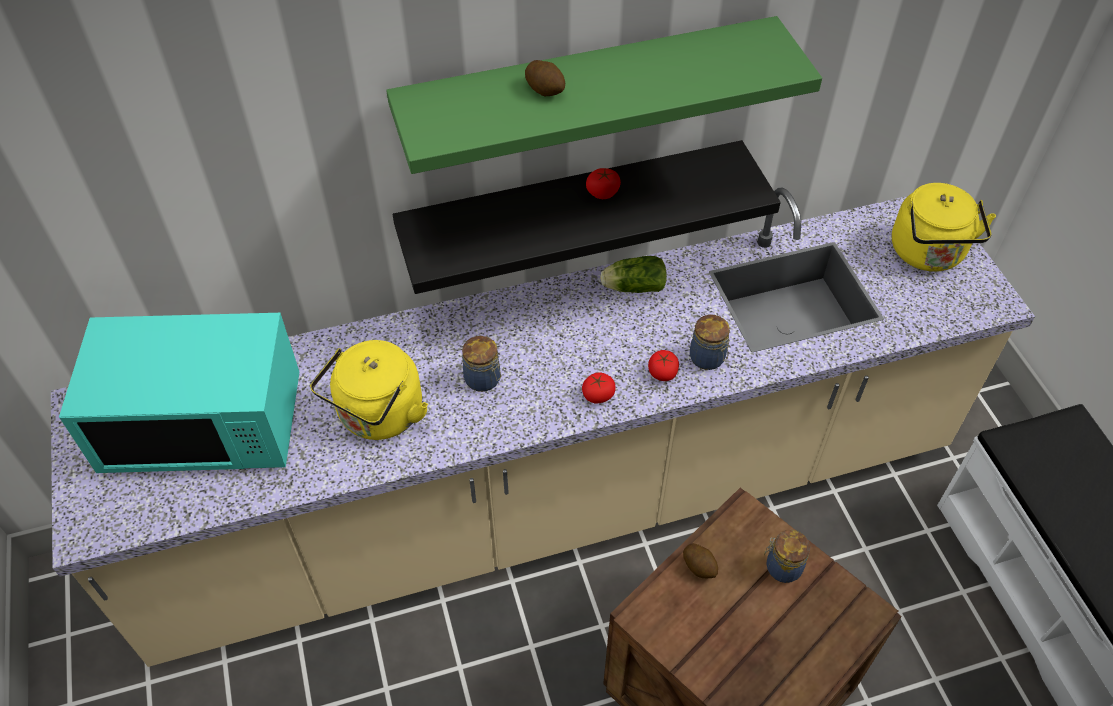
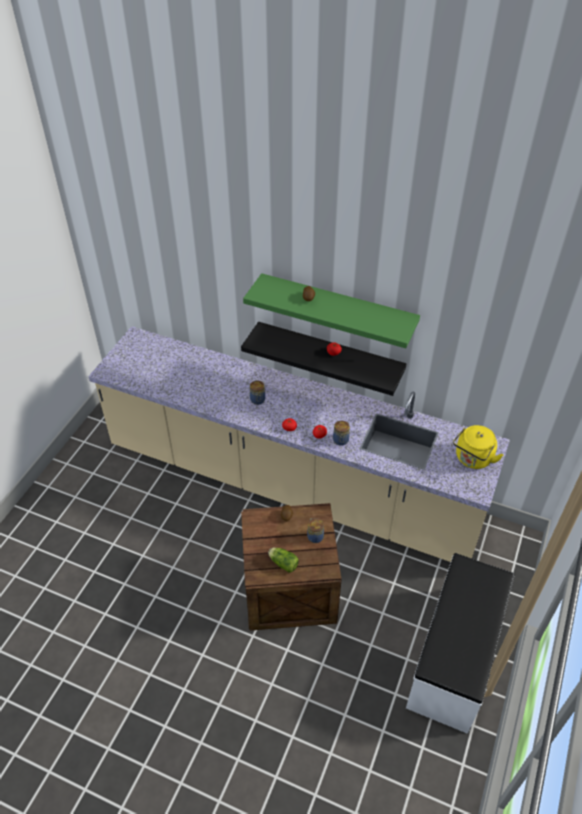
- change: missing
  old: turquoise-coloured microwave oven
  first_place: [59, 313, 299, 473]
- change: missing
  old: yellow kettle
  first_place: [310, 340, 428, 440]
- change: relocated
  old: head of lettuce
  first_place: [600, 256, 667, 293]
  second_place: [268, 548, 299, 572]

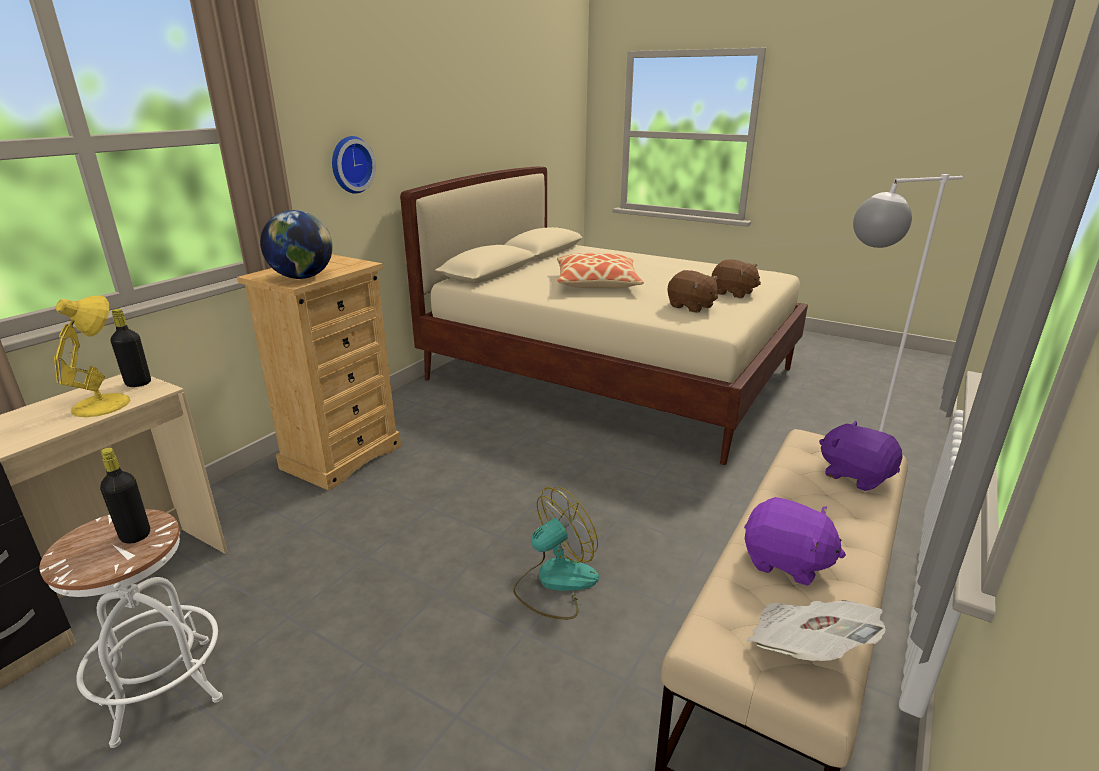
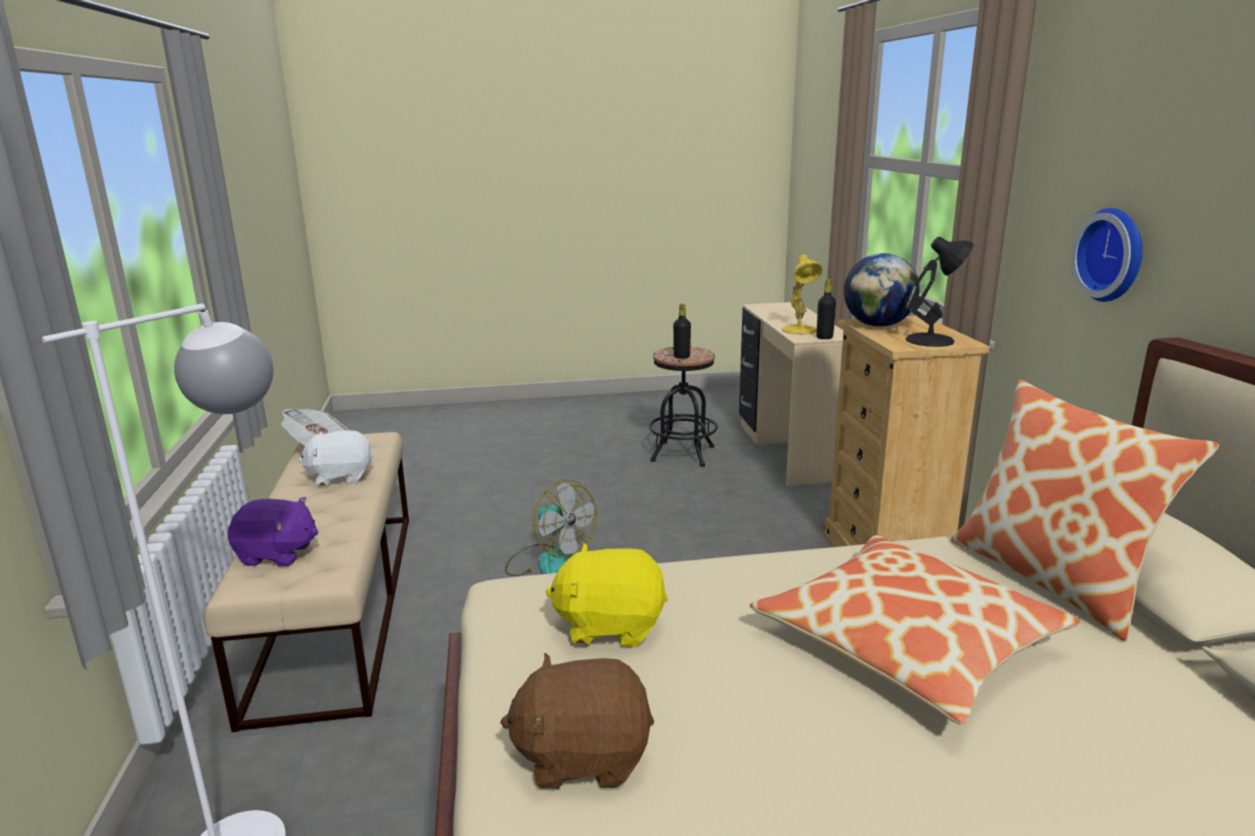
- change: colour
  old: whitish sitting stool
  new: black-coloured sitting stool
  first_place: [39, 509, 223, 748]
  second_place: [649, 347, 718, 467]
- change: spun
  old: electric fan
  first_place: [513, 487, 599, 619]
  second_place: [505, 480, 597, 576]
  degrees: -60
- change: colour
  old: brown plush toy
  new: yellow plush toy
  first_place: [668, 270, 718, 313]
  second_place: [545, 543, 668, 647]
- change: colour
  old: purple plush toy
  new: whitish plush toy
  first_place: [744, 497, 846, 586]
  second_place: [298, 430, 374, 486]
- change: appeared
  new: black-coloured lamp for a table
  second_place: [906, 237, 973, 347]
- change: appeared
  new: cushion
  second_place: [951, 380, 1219, 641]

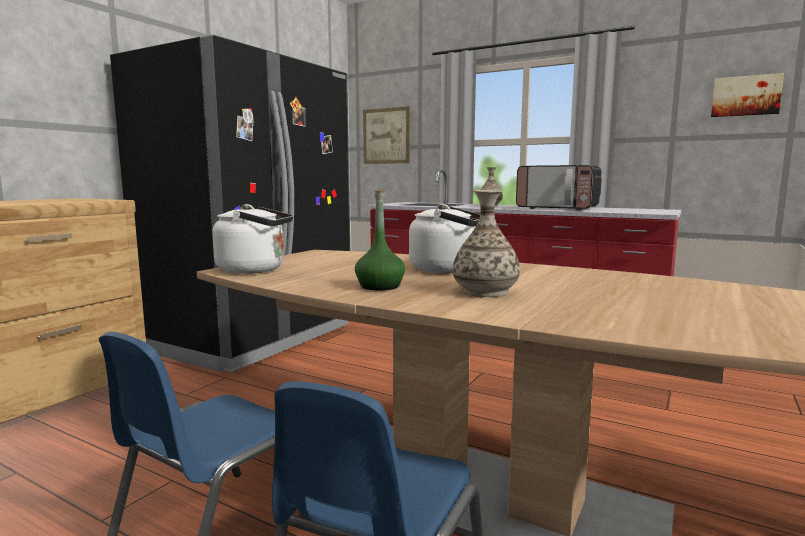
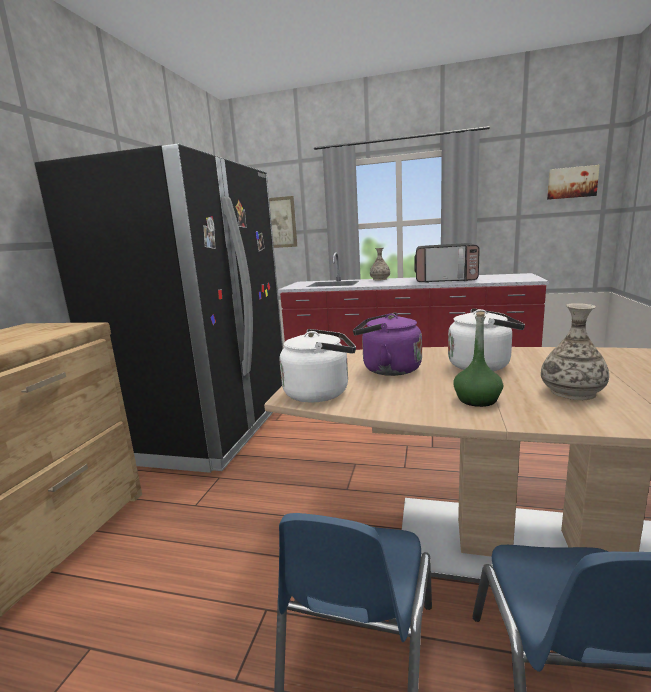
- change: appeared
  new: purple kettle
  second_place: [353, 312, 422, 376]

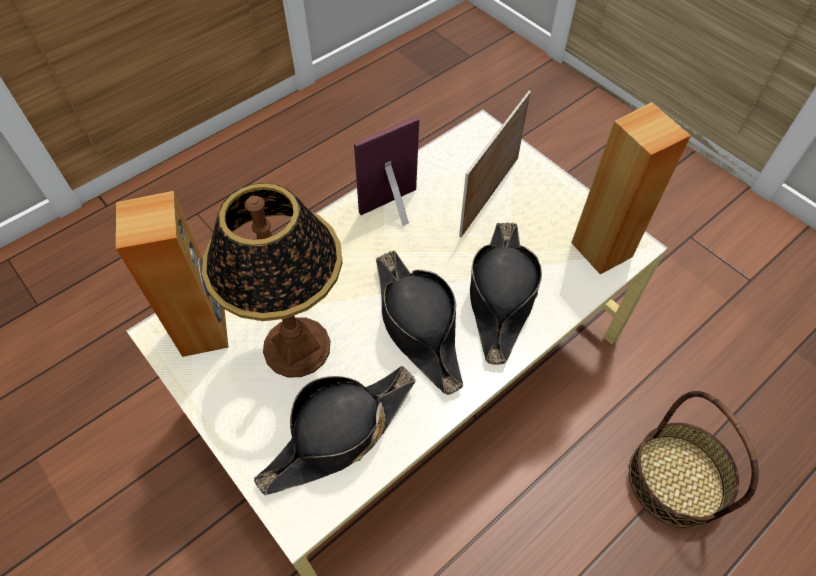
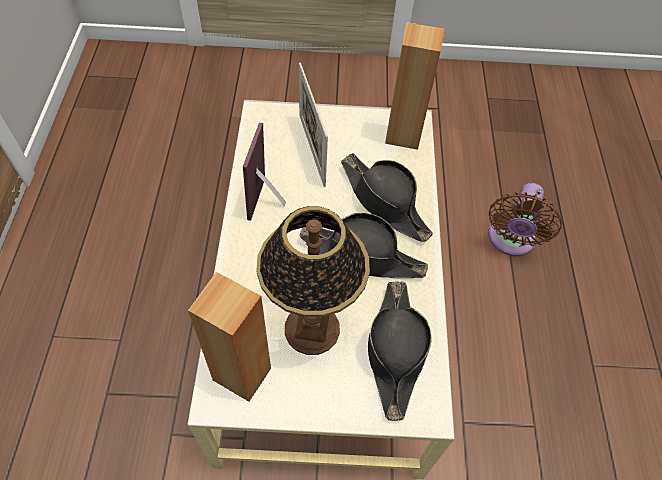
- change: exchanged
  old: household basket
  new: brown electric fan
  first_place: [629, 391, 759, 528]
  second_place: [488, 183, 562, 256]

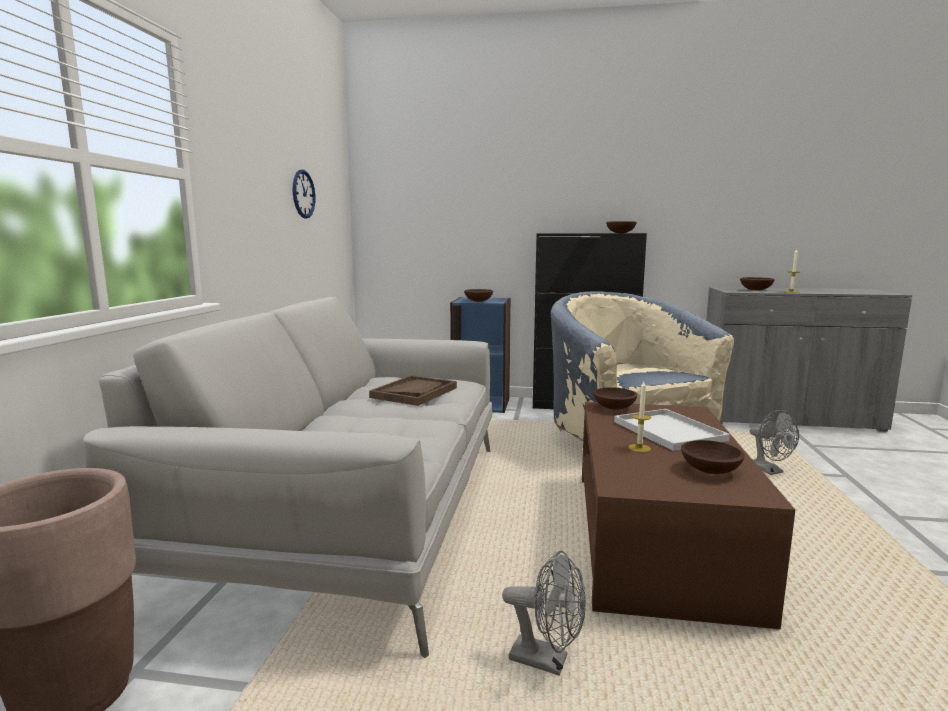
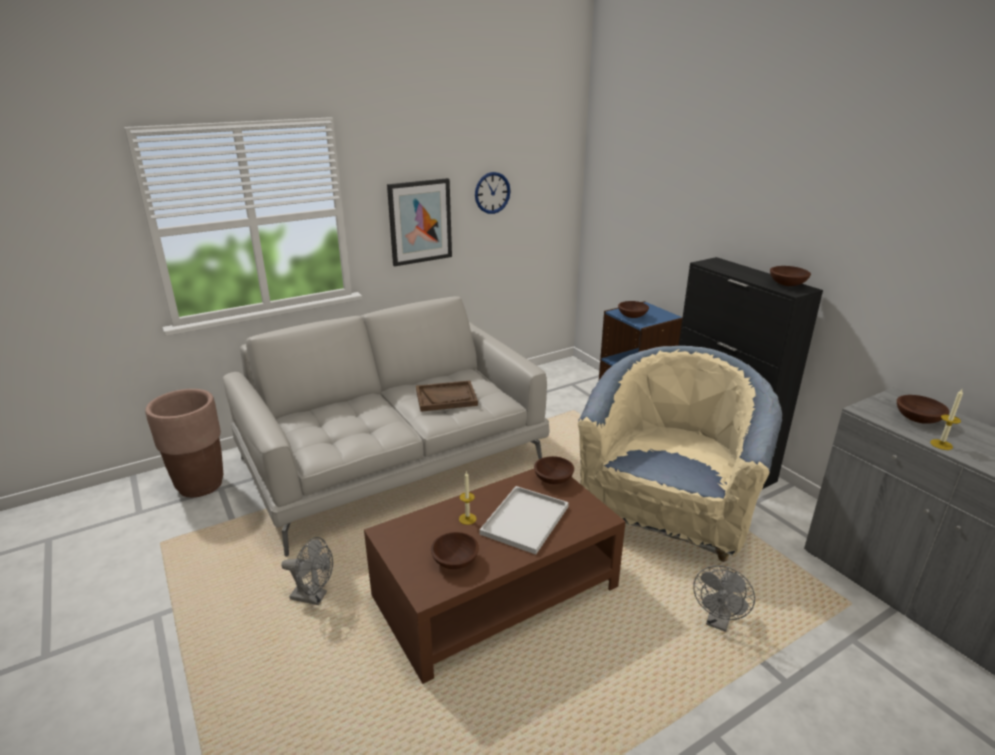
- change: spun
  old: gray electric fan
  first_place: [502, 551, 586, 676]
  second_place: [281, 537, 333, 605]
  degrees: -60
- change: appeared
  new: wall picture
  second_place: [387, 178, 452, 266]

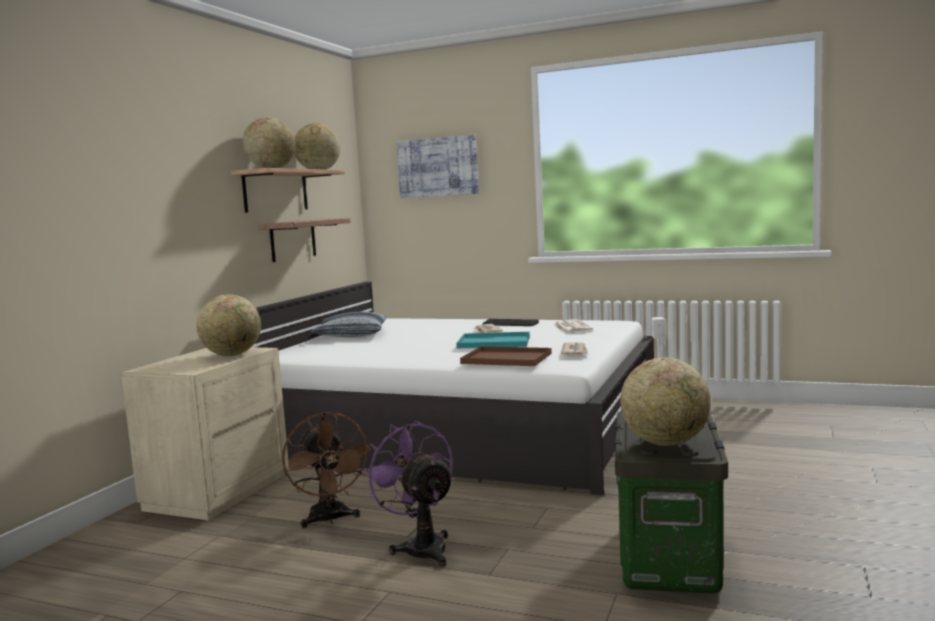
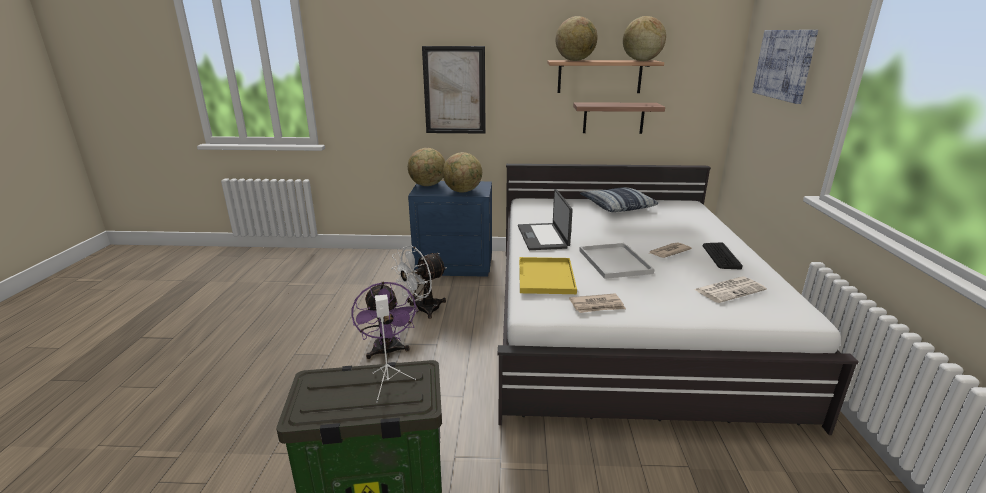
- change: colour
  old: sand-coloured bedside table
  new: blue bedside table
  first_place: [121, 347, 289, 520]
  second_place: [408, 181, 492, 277]
- change: colour
  old: brown electric fan
  new: whitish electric fan
  first_place: [282, 412, 371, 528]
  second_place: [391, 245, 447, 319]
- change: spun
  old: purple electric fan
  first_place: [362, 421, 454, 566]
  second_place: [352, 282, 418, 359]
  degrees: 120
- change: colour
  old: turquoise-coloured serving tray
  new: whitish serving tray
  first_place: [456, 332, 530, 348]
  second_place: [579, 243, 654, 279]
- change: colour
  old: brown serving tray
  new: yellow serving tray
  first_place: [460, 346, 552, 366]
  second_place: [519, 257, 577, 294]
- change: relocated
  old: globe
  first_place: [620, 357, 711, 446]
  second_place: [408, 148, 445, 186]
- change: appeared
  new: wall picture
  second_place: [422, 46, 485, 134]
- change: appeared
  new: laptop
  second_place: [518, 189, 573, 250]

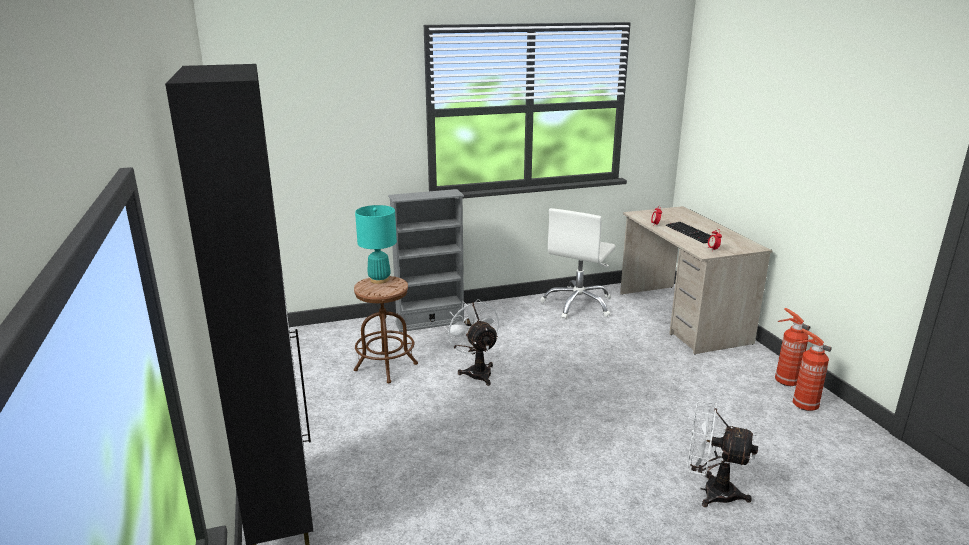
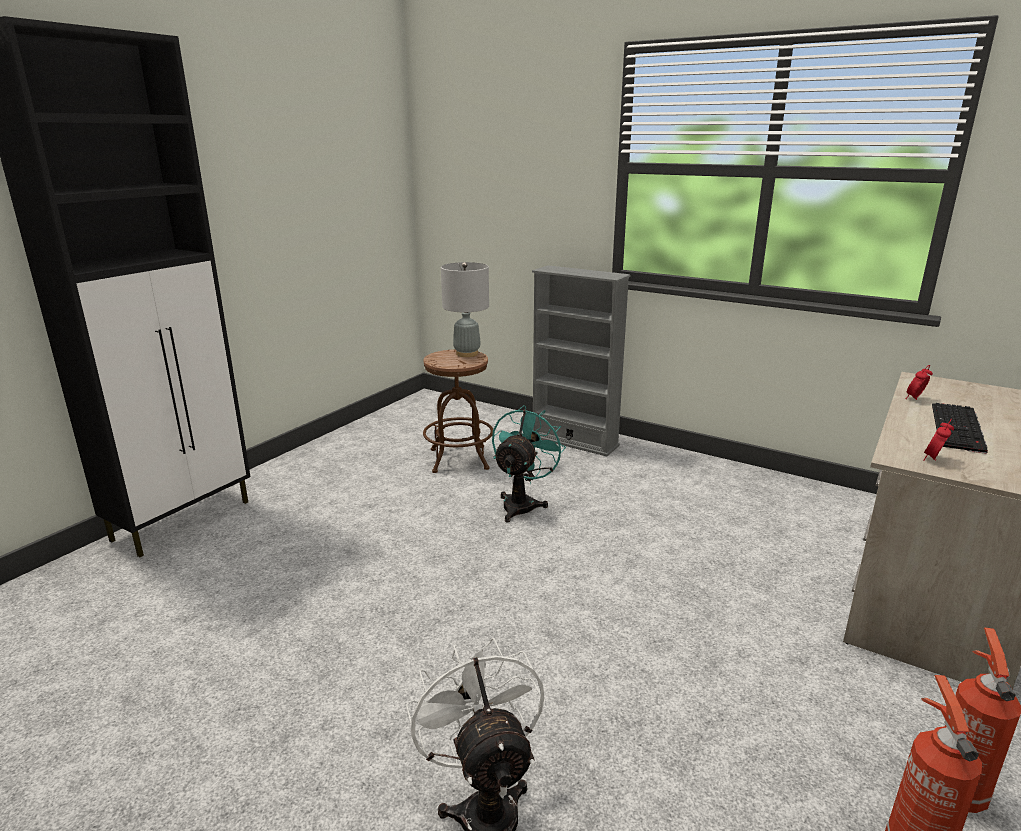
- change: colour
  old: turquoise-coloured lamp for a table
  new: gray lamp for a table
  first_place: [355, 205, 397, 284]
  second_place: [441, 262, 489, 357]
- change: colour
  old: whitish electric fan
  new: turquoise-coloured electric fan
  first_place: [444, 299, 499, 386]
  second_place: [492, 405, 566, 522]
- change: missing
  old: whitish desk chair
  first_place: [540, 208, 616, 319]

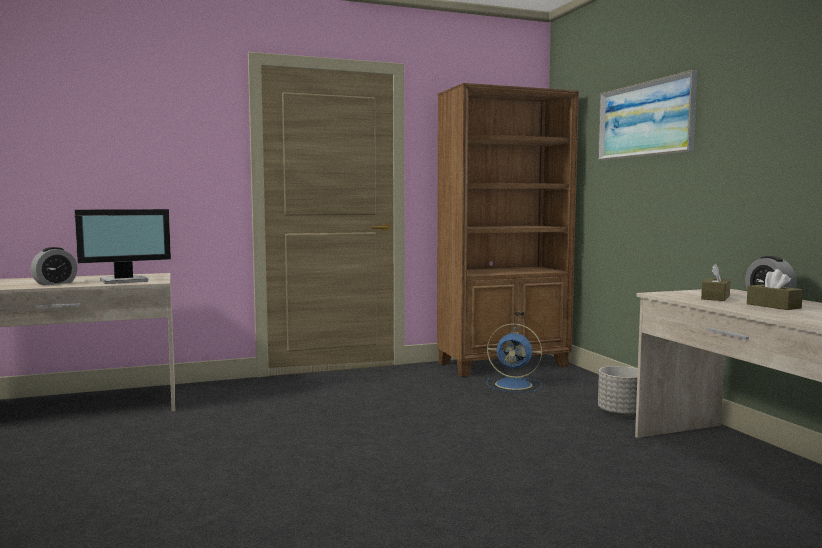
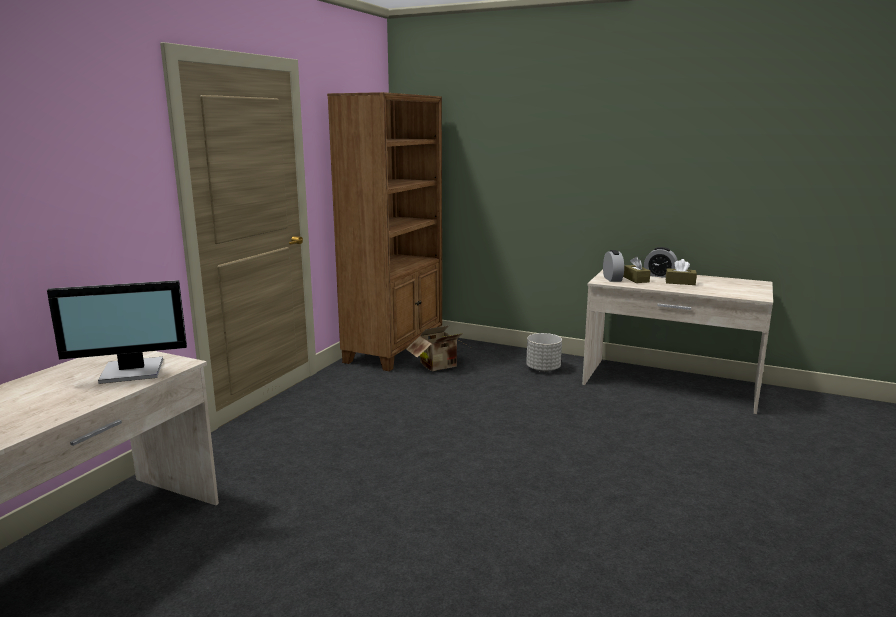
- change: relocated
  old: table clock
  first_place: [31, 247, 78, 285]
  second_place: [603, 250, 624, 282]
- change: spun
  old: computer display
  first_place: [74, 209, 171, 284]
  second_place: [47, 280, 187, 384]
  degrees: 60
- change: exchanged
  old: blue electric fan
  new: carton
  first_place: [487, 323, 542, 392]
  second_place: [406, 325, 468, 371]
- change: missing
  old: wall picture
  first_place: [598, 70, 697, 160]

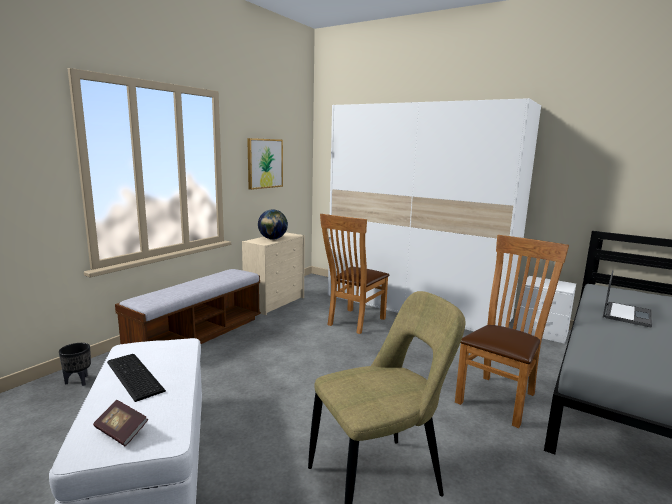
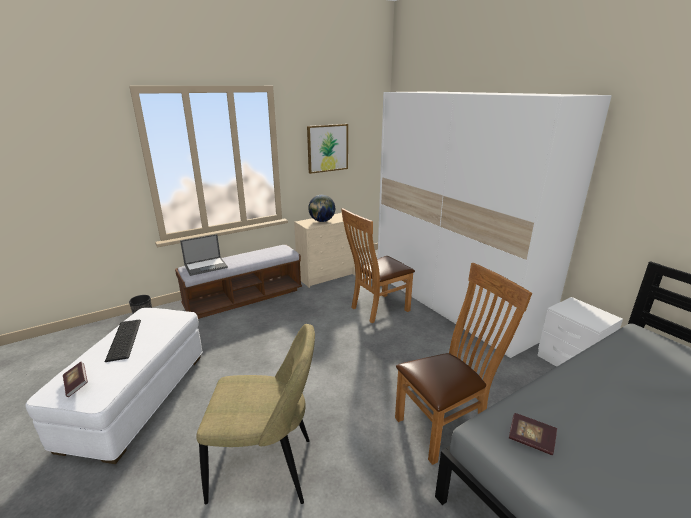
- change: relocated
  old: laptop
  first_place: [603, 270, 652, 328]
  second_place: [180, 234, 228, 276]
- change: appeared
  new: bound book
  second_place: [509, 413, 557, 455]

